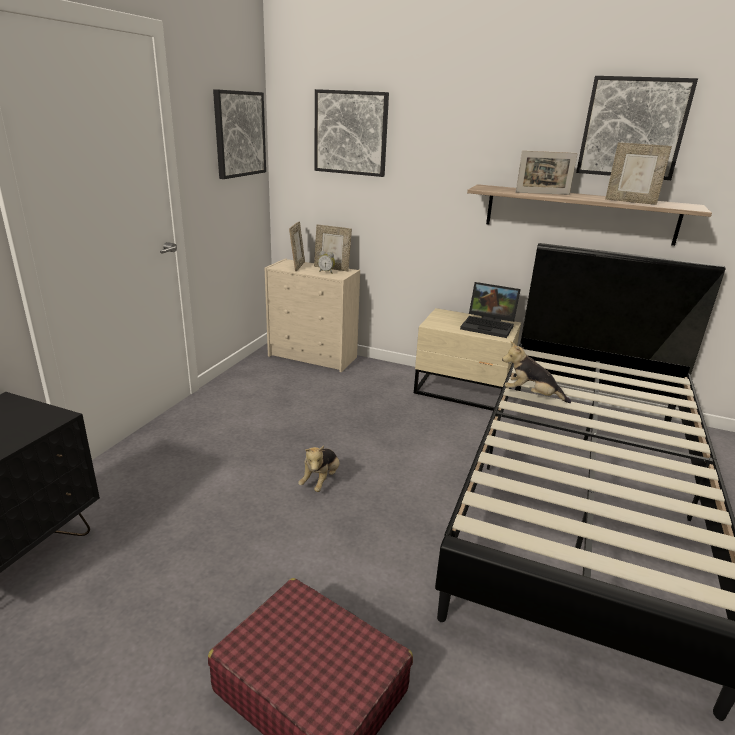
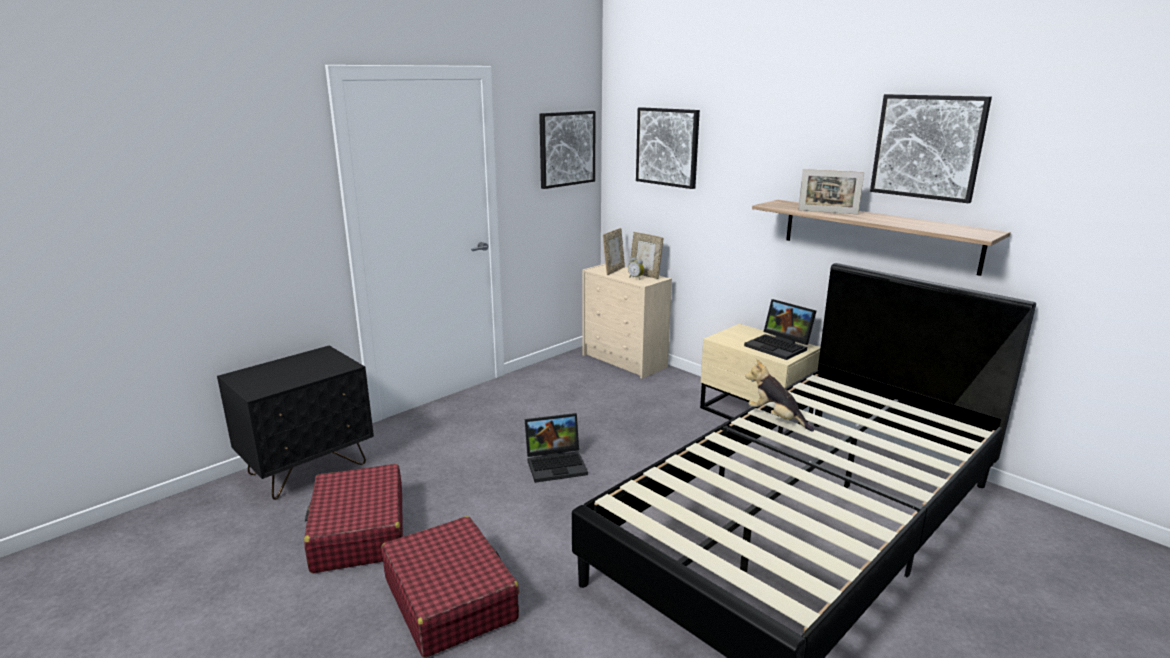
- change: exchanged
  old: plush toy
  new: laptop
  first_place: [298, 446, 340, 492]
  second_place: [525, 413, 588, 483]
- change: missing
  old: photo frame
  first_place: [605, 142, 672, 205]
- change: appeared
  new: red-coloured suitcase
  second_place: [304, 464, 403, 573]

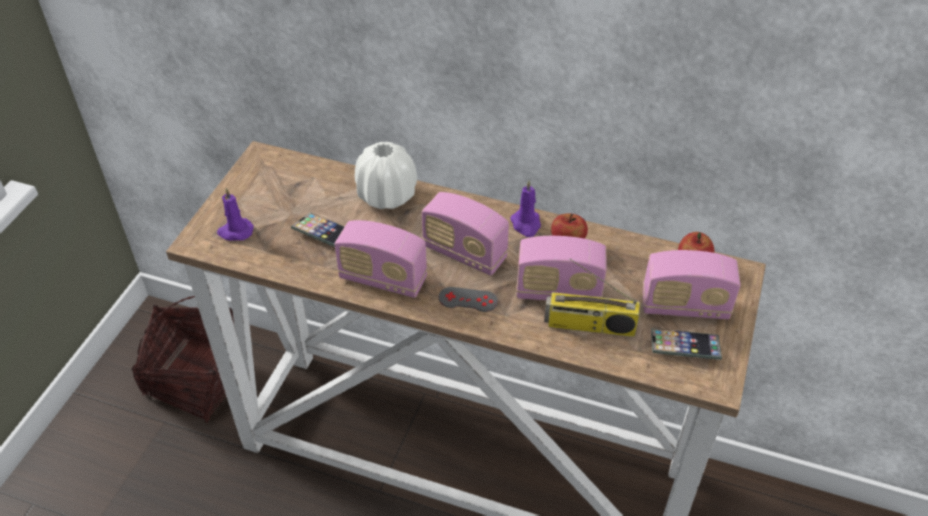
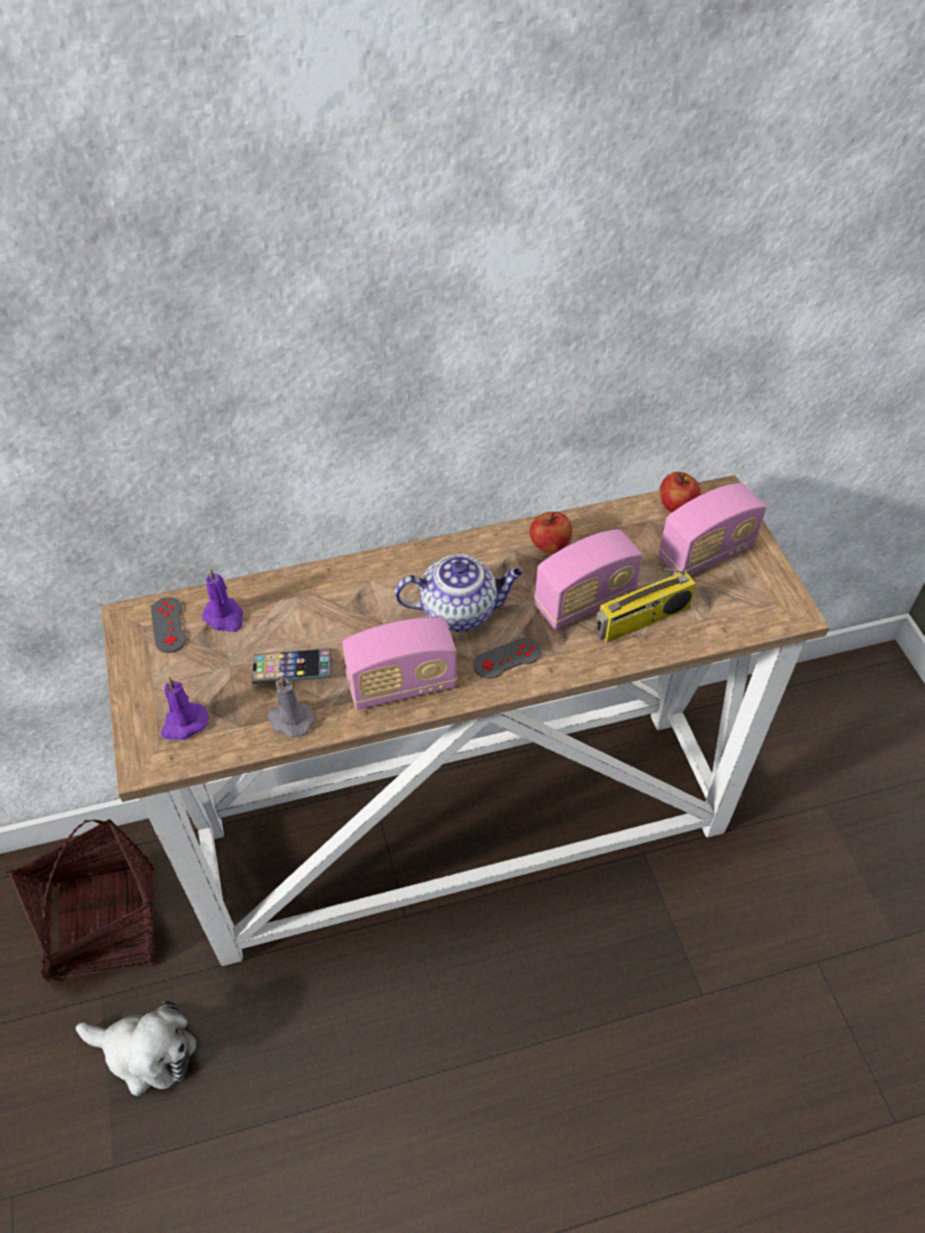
- change: missing
  old: whitish decorative vase
  first_place: [355, 142, 417, 209]
- change: exchanged
  old: radio set
  new: teapot
  first_place: [422, 192, 509, 276]
  second_place: [395, 554, 523, 632]
- change: relocated
  old: purple candle
  first_place: [510, 180, 541, 237]
  second_place: [202, 568, 243, 632]
- change: missing
  old: handset
  first_place: [651, 328, 722, 360]
- change: appeared
  new: plush toy
  second_place: [76, 1000, 197, 1096]
- change: appeared
  new: gray joypad
  second_place: [151, 597, 187, 653]
- change: appeared
  new: gray candle
  second_place: [268, 675, 315, 738]

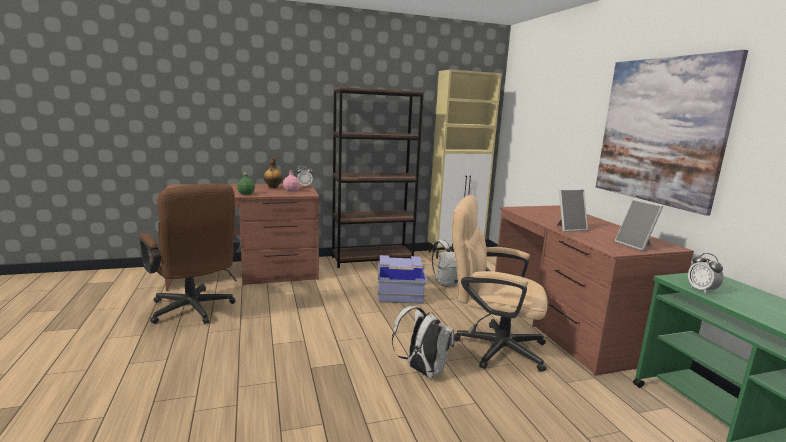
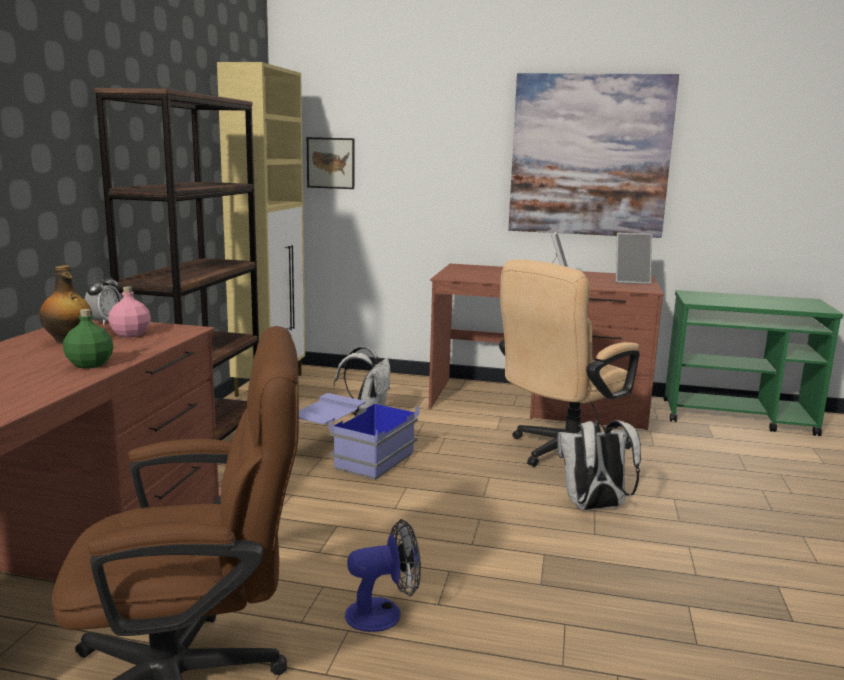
- change: missing
  old: table clock
  first_place: [688, 253, 723, 294]
- change: appeared
  new: wall picture
  second_place: [307, 137, 355, 189]
- change: appeared
  new: electric fan
  second_place: [345, 519, 421, 632]

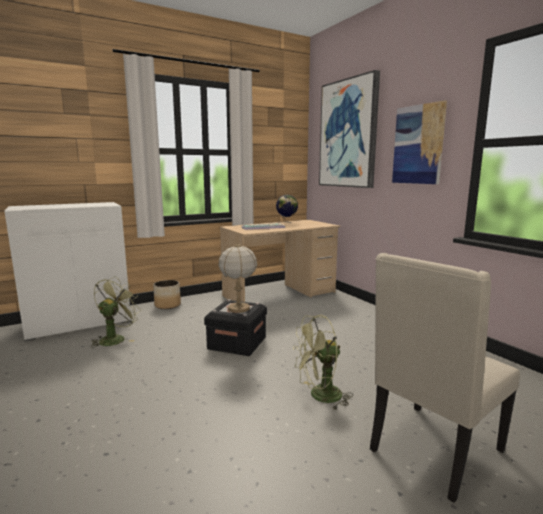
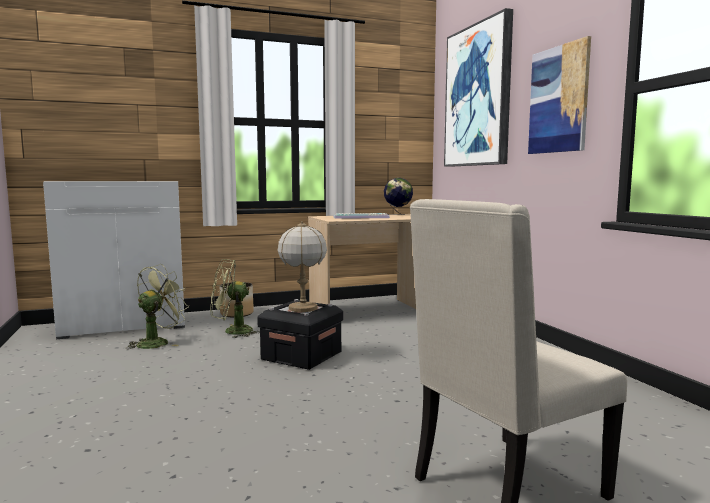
- change: relocated
  old: greenish electric fan
  first_place: [293, 315, 352, 411]
  second_place: [210, 259, 260, 338]

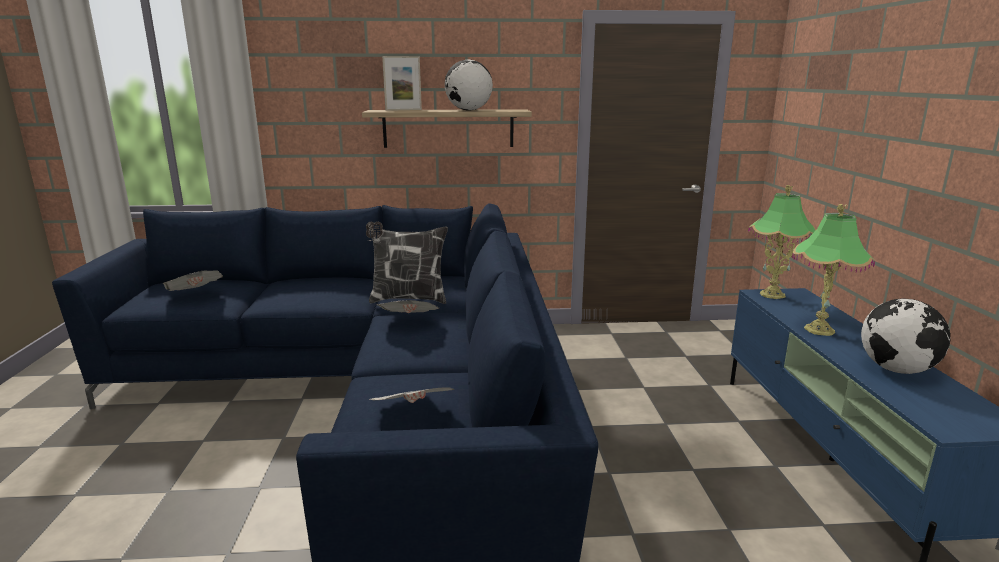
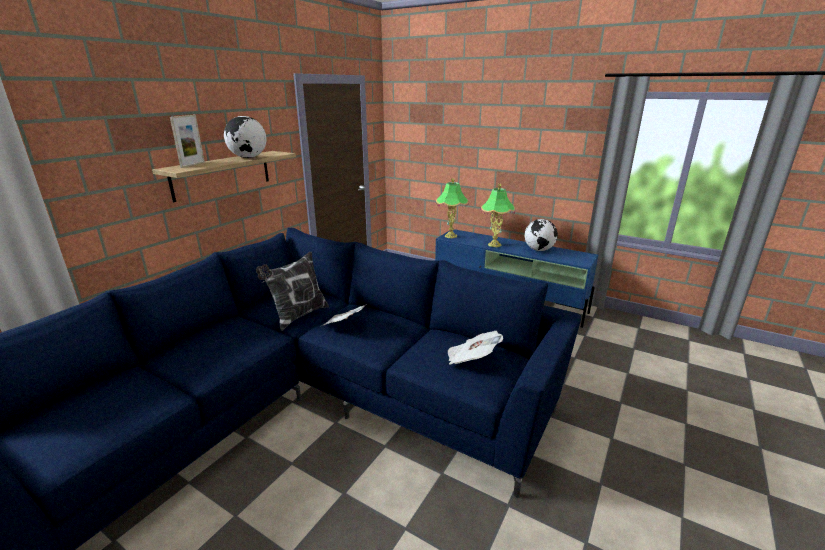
- change: missing
  old: newspaper
  first_place: [163, 270, 223, 291]

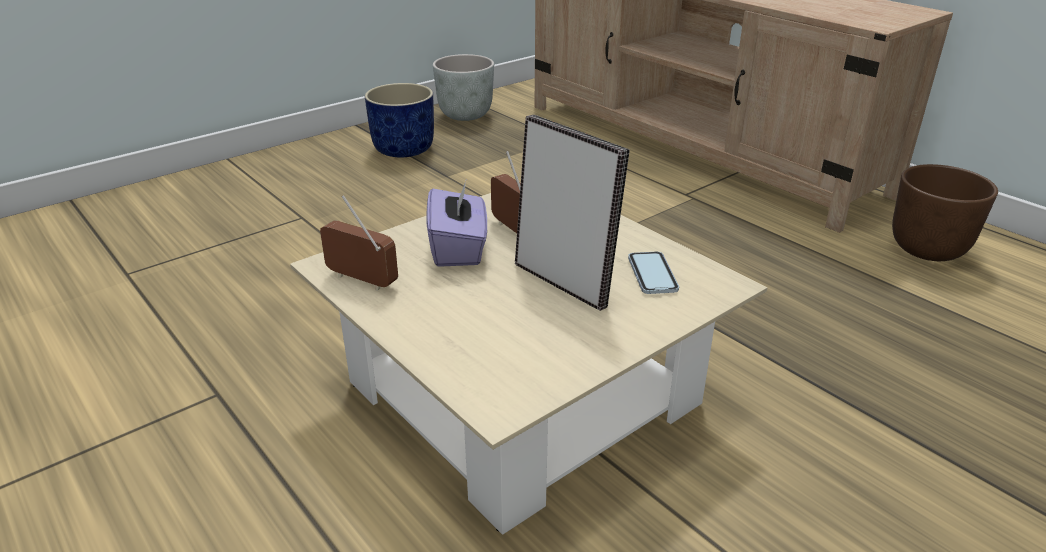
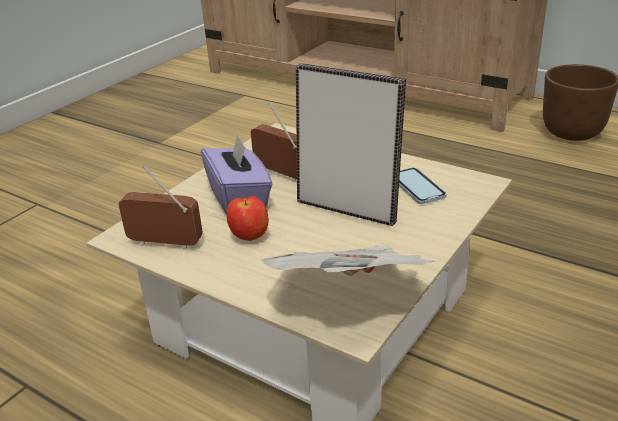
- change: missing
  old: blue plant pot
  first_place: [365, 83, 434, 157]
- change: missing
  old: gray plant pot
  first_place: [433, 54, 494, 121]
- change: appeared
  new: apple
  second_place: [227, 196, 269, 241]
- change: appeared
  new: newspaper
  second_place: [262, 245, 438, 276]

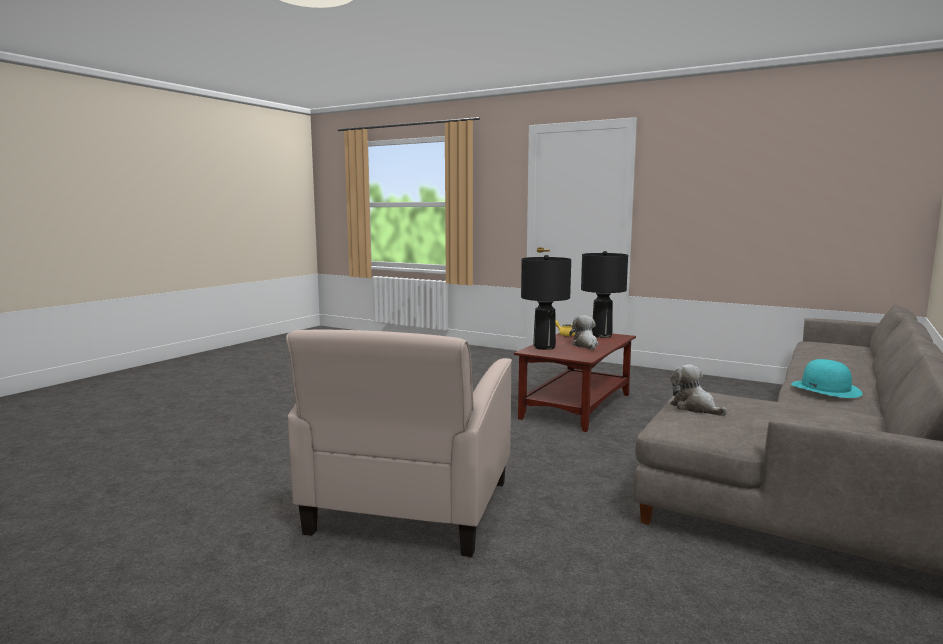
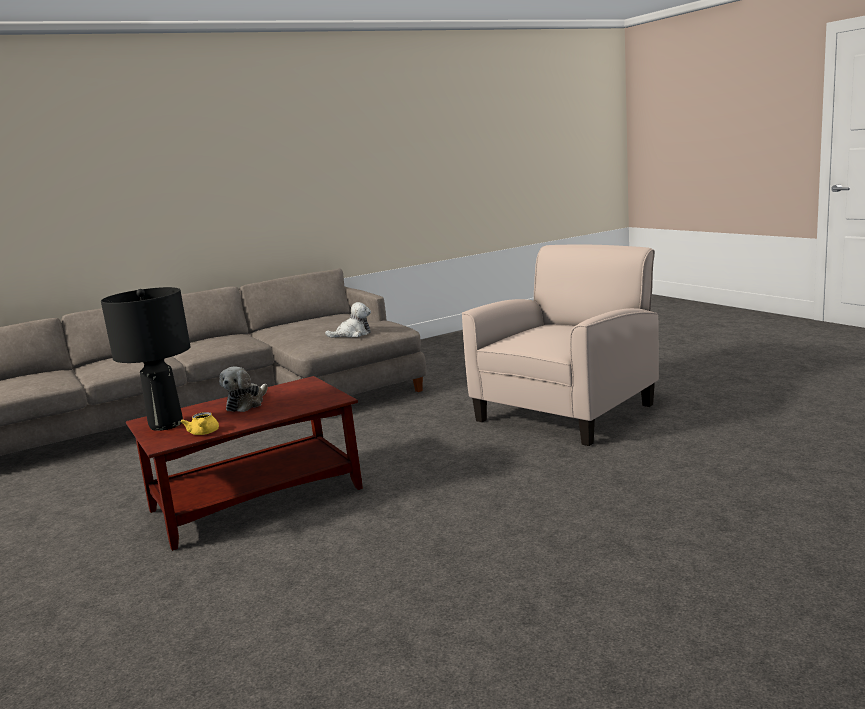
- change: missing
  old: black-coloured lamp for a table
  first_place: [521, 255, 571, 350]
- change: spun
  old: plush toy
  first_place: [670, 364, 727, 416]
  second_place: [325, 302, 371, 338]
  degrees: -105
- change: missing
  old: turquoise-coloured hat
  first_place: [791, 359, 863, 398]

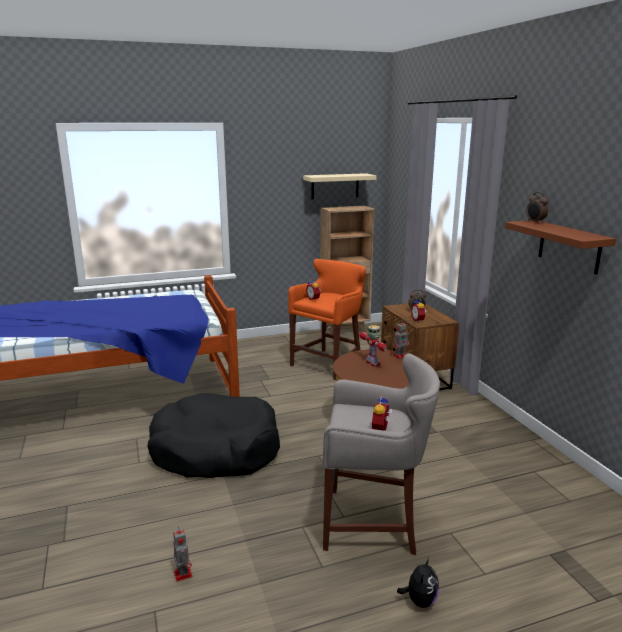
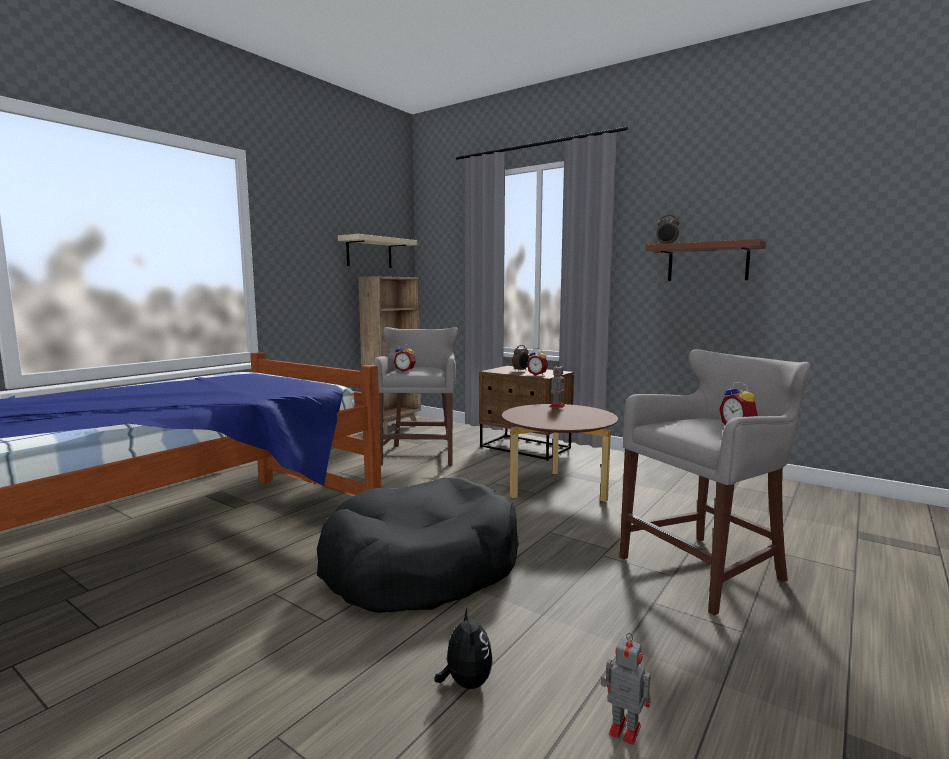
- change: colour
  old: orange-coloured sitting stool
  new: gray sitting stool
  first_place: [288, 259, 366, 380]
  second_place: [374, 327, 458, 466]
- change: missing
  old: model robot
  first_place: [359, 325, 387, 366]
- change: relocated
  old: plush toy
  first_place: [397, 557, 439, 608]
  second_place: [435, 609, 493, 689]

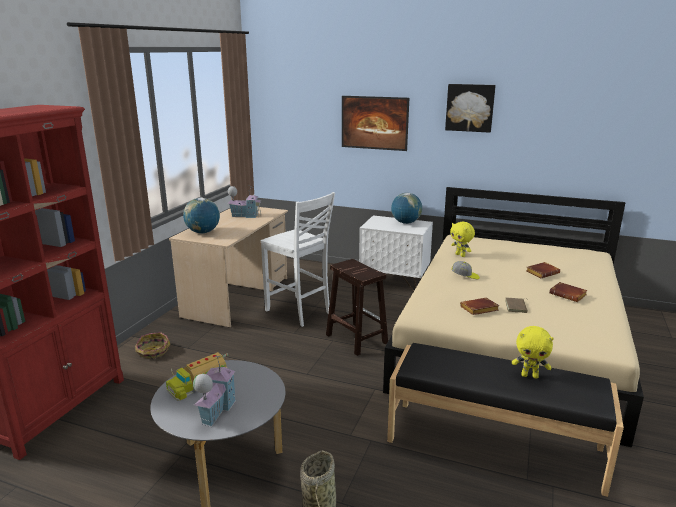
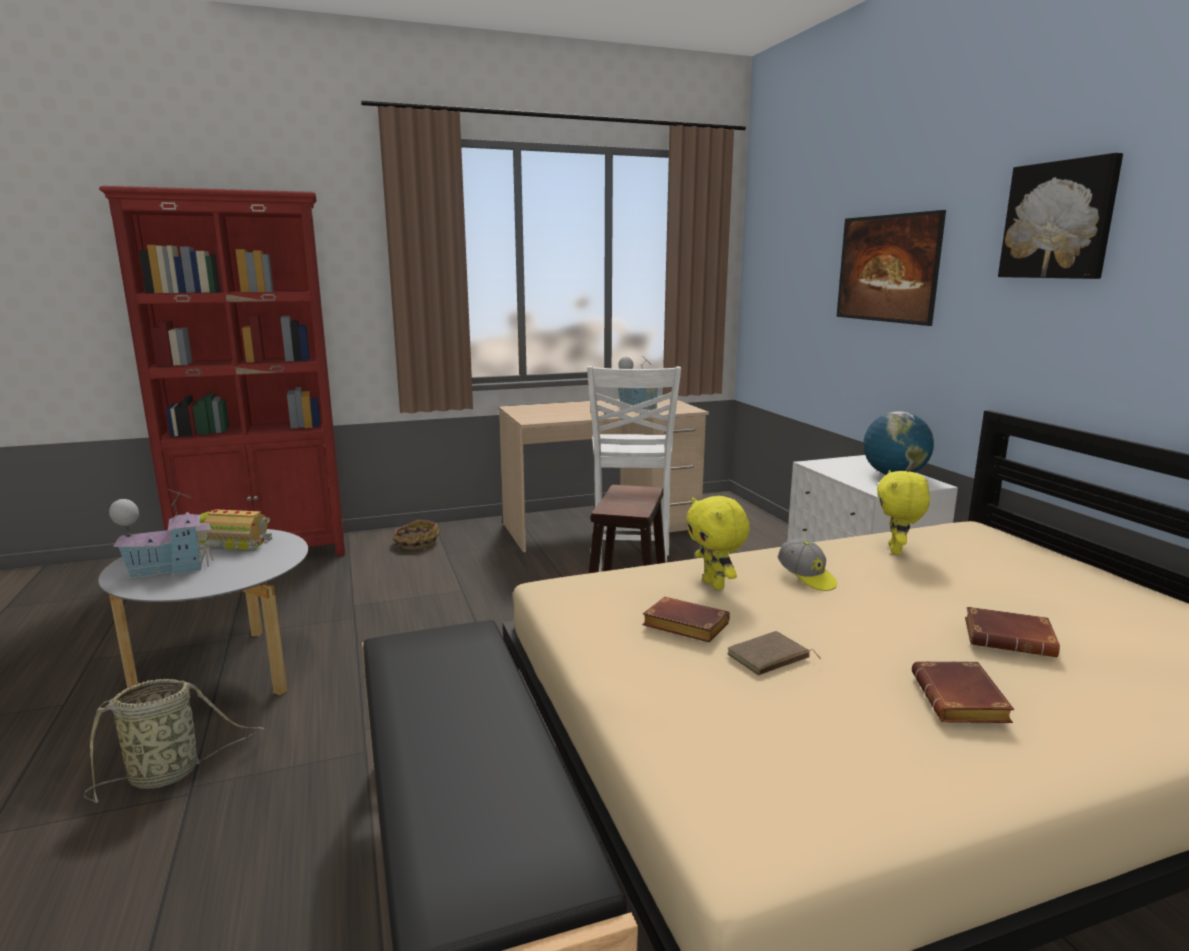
- change: missing
  old: globe
  first_place: [183, 198, 220, 234]
- change: relocated
  old: yellow plush toy
  first_place: [512, 326, 554, 379]
  second_place: [686, 496, 750, 590]

